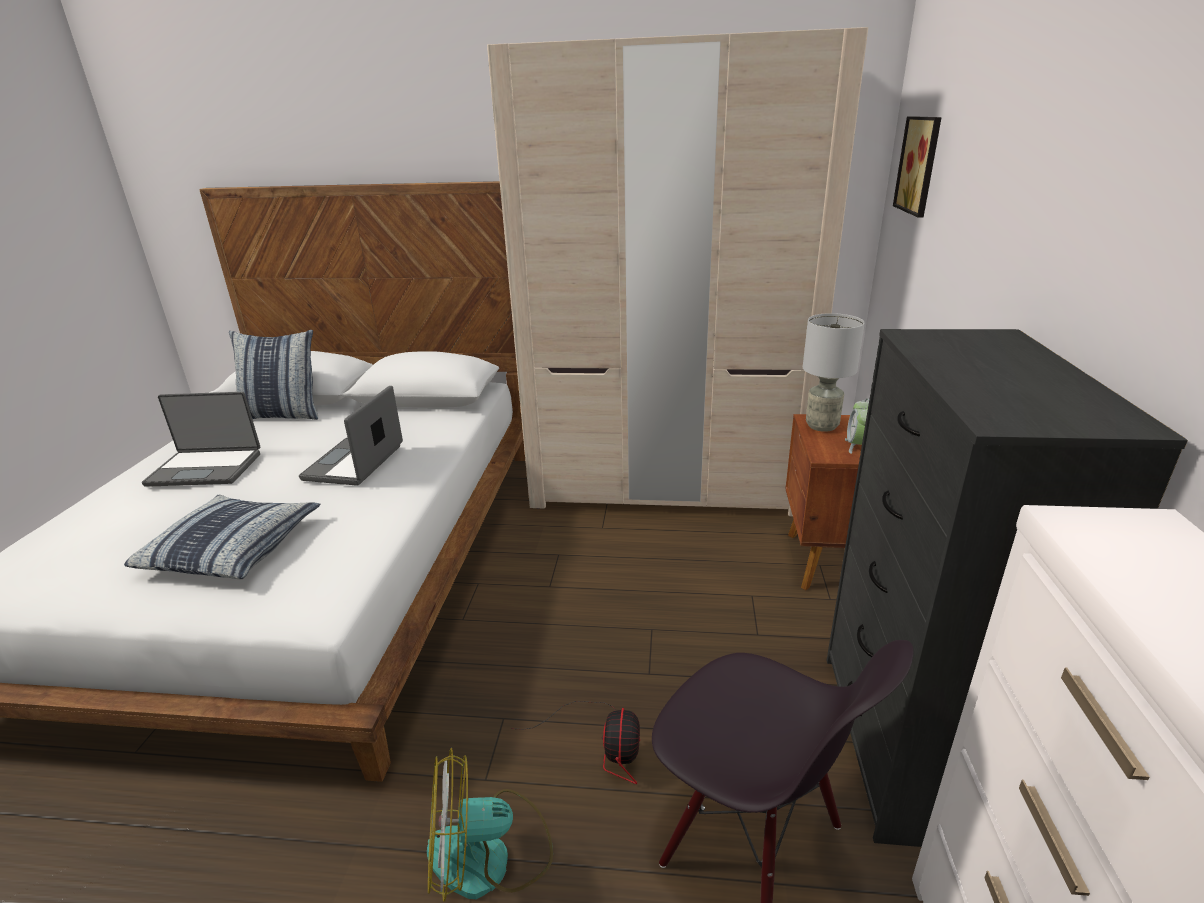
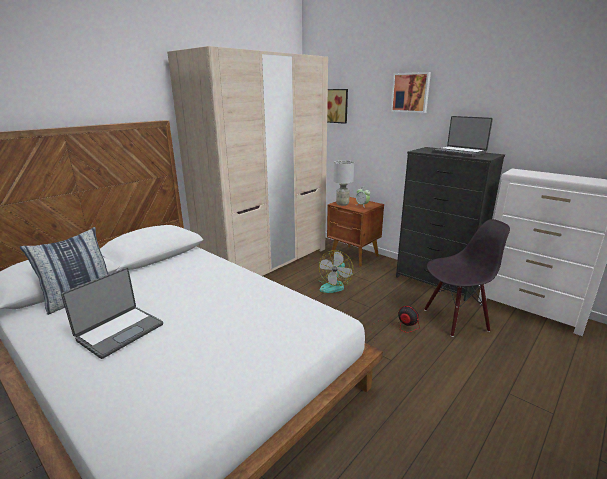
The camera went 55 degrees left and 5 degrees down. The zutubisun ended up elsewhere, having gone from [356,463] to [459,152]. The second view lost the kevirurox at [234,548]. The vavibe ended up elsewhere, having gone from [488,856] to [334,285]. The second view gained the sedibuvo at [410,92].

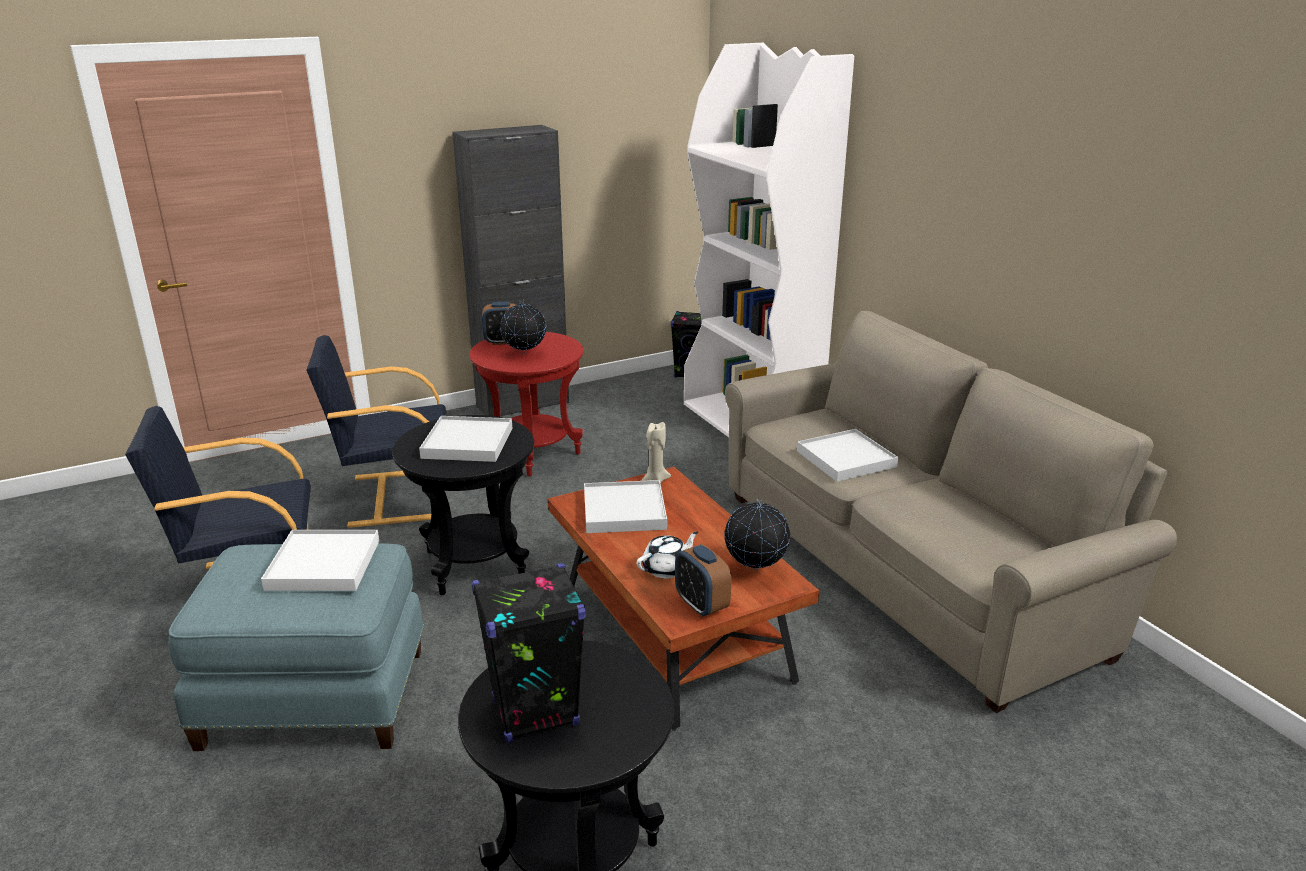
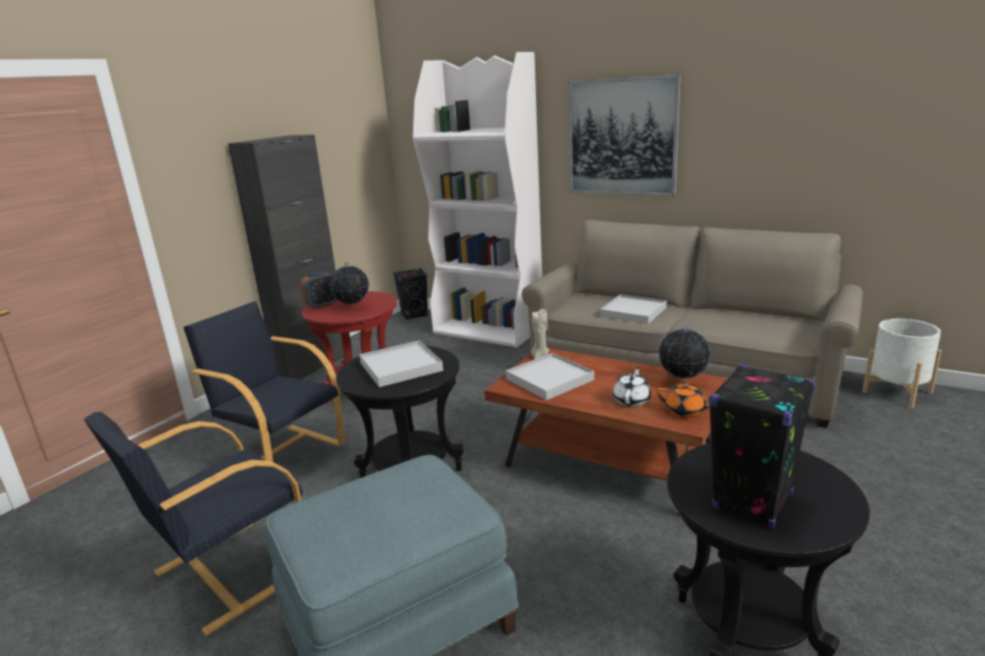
The camera went 30 degrees left and 5 degrees down. The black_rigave at [394,497] ended up facing another way, 75 degrees clockwise from before. The second view lost the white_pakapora at [323,565]. Where the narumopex stood at [701,605], the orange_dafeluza came to stand at [686,411]. The second view gained the sedibuvo at [622,137]. The second view gained the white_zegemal at [897,392].

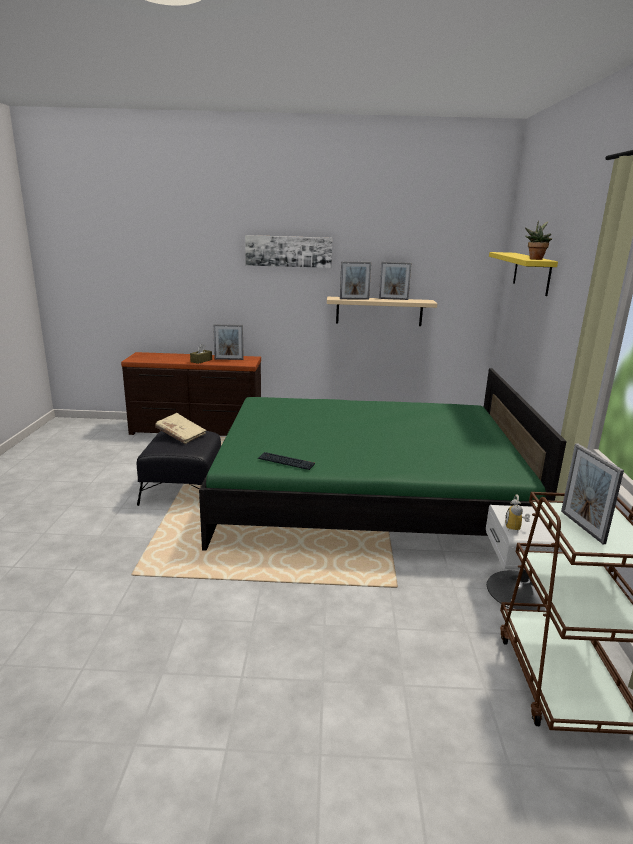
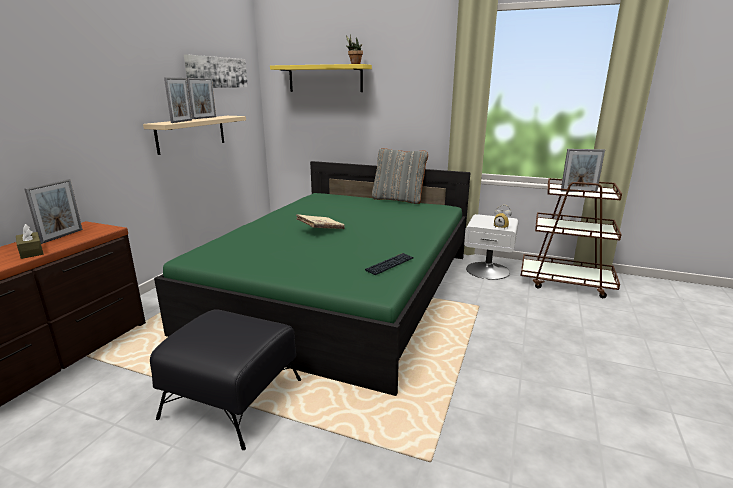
The camera went 70 degrees left and 0 degrees up. The sedibuvo ended up elsewhere, having gone from [288,251] to [217,72]. The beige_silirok ended up elsewhere, having gone from [181,435] to [320,229]. The second view gained the grey_kevirurox at [398,199].

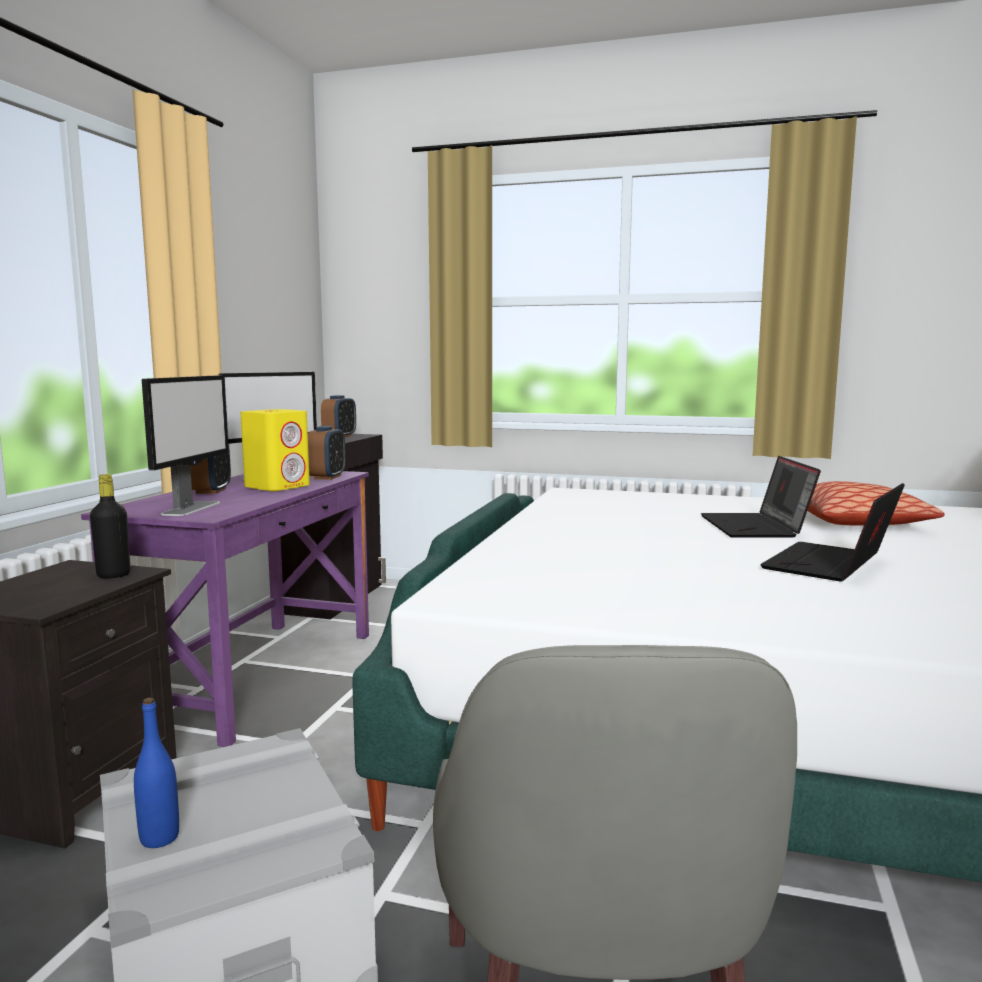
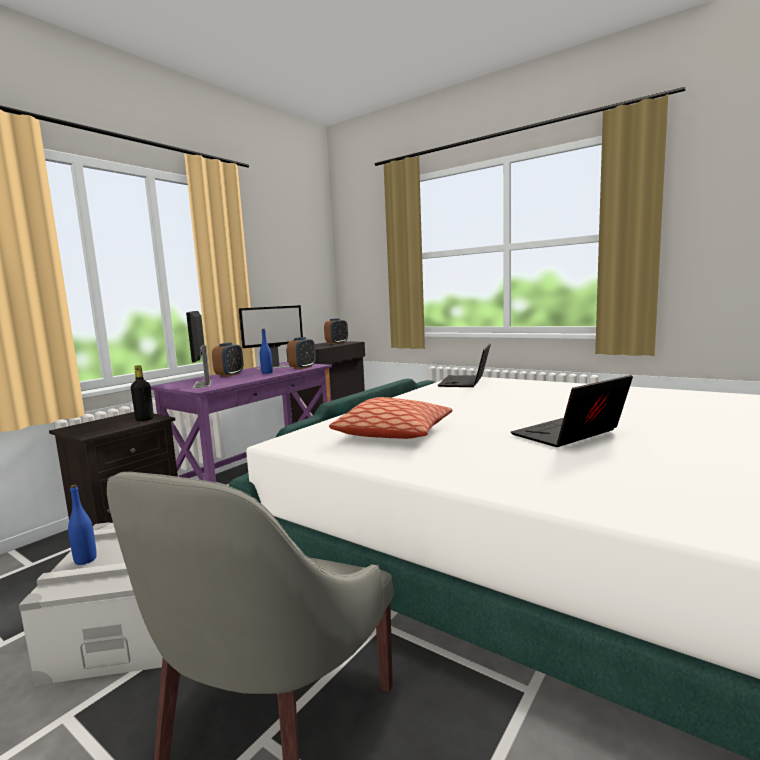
The camera went 20 degrees right and 0 degrees up. The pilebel at [191,508] ended up facing another way, 135 degrees clockwise from before. Where the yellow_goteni stood at [278,486], the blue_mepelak came to stand at [267,373]. The zutubisun ended up elsewhere, having gone from [756,527] to [465,382]. The kevirurox ended up elsewhere, having gone from [858,522] to [394,433].

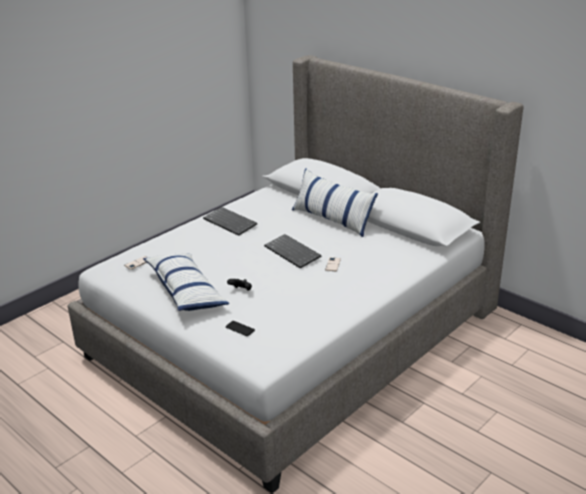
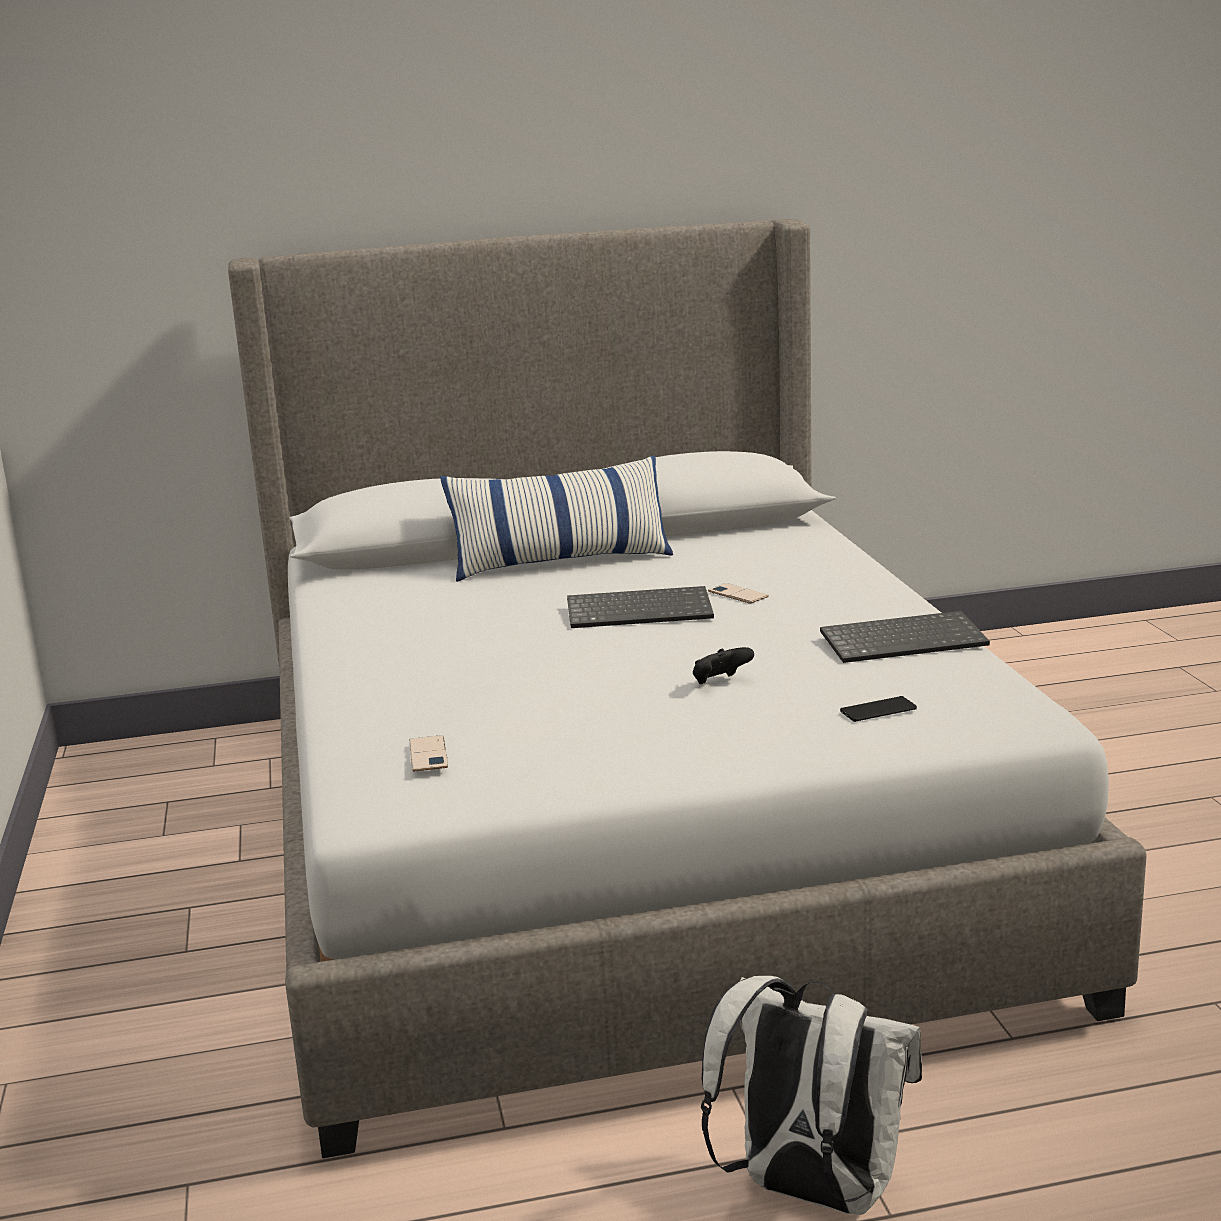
The camera went 55 degrees left and 10 degrees down. The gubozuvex ended up elsewhere, having gone from [231,222] to [904,640]. The second view lost the kevirurox at [186,291]. The second view gained the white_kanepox at [810,1191].

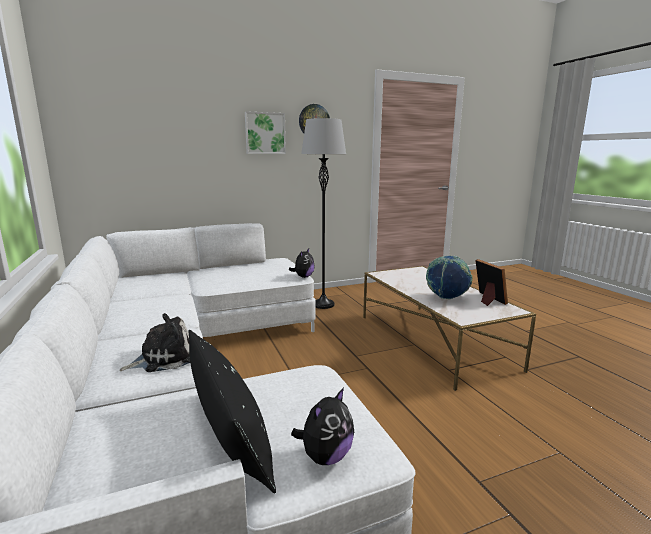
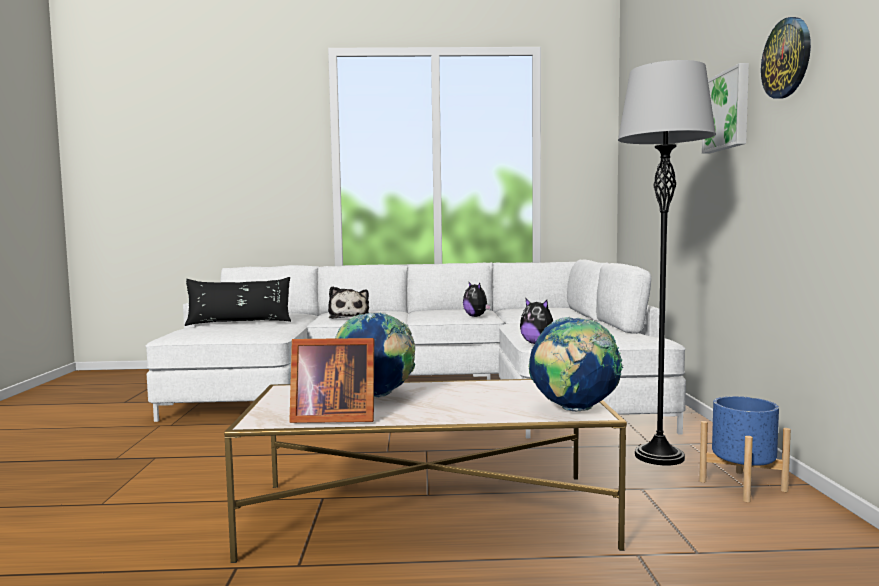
The camera went 110 degrees right and 10 degrees down. The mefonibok ended up elsewhere, having gone from [325,456] to [476,316]. The second view gained the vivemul at [573,410]. The second view gained the blue_zegemal at [742,485].

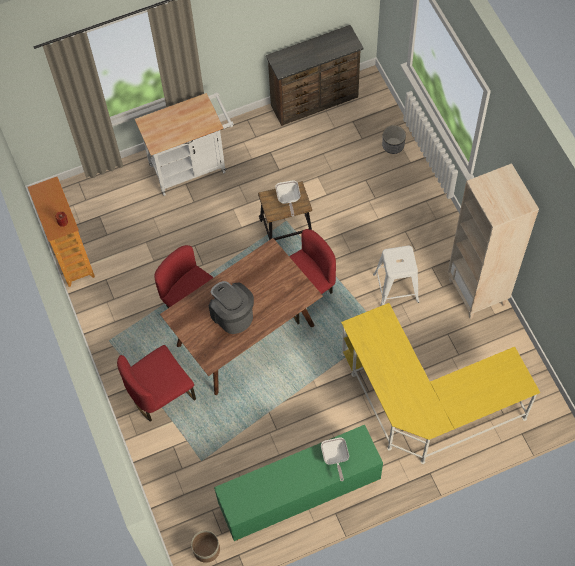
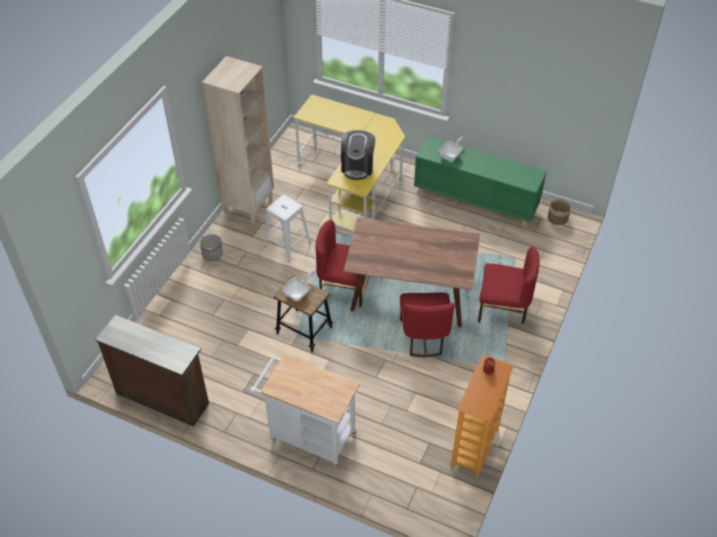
The camera went 135 degrees left and 15 degrees down. The zegemal ended up elsewhere, having gone from [393,145] to [212,254]. The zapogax ended up elsewhere, having gone from [232,315] to [357,167].

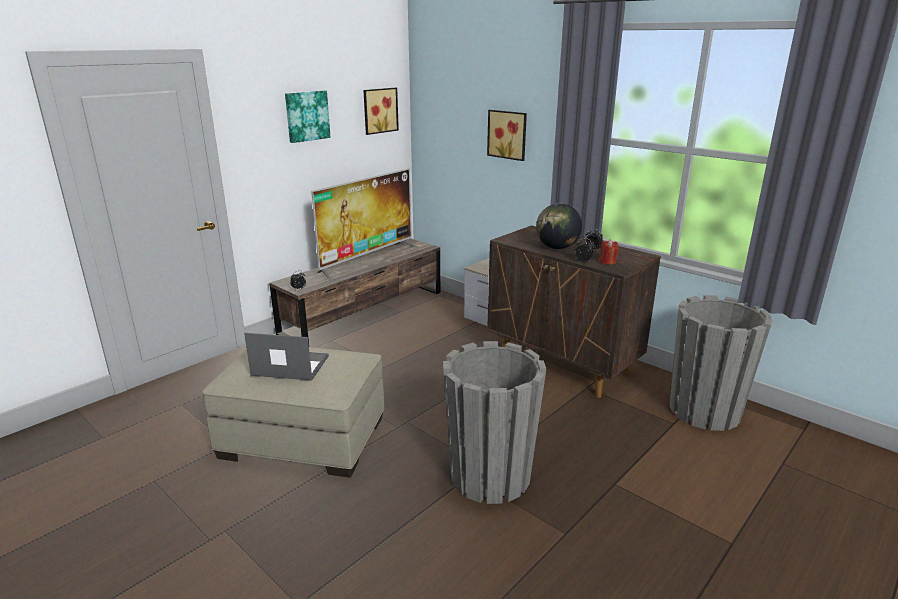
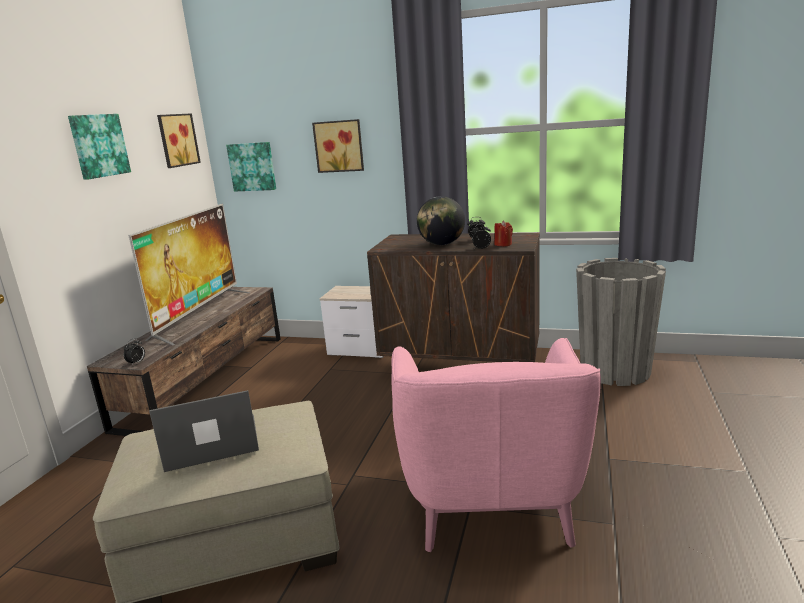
The camera went 25 degrees left and 5 degrees down. Where the grey_zegemal stood at [490,476], the pink_rigave came to stand at [490,497]. The second view gained the sedibuvo at [252,166].

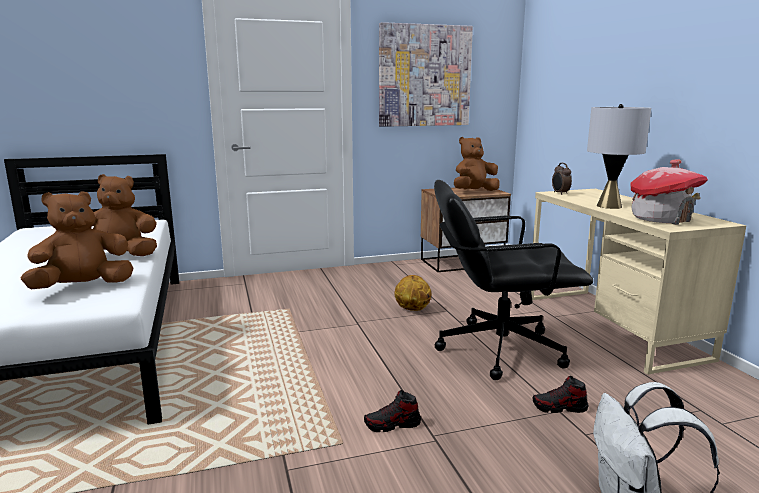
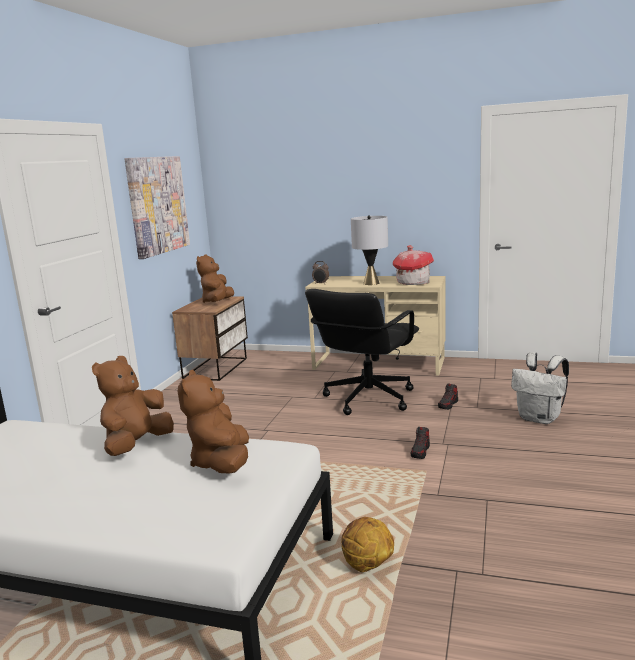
The camera went 55 degrees left and 0 degrees up. The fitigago ended up elsewhere, having gone from [412,309] to [367,566].

